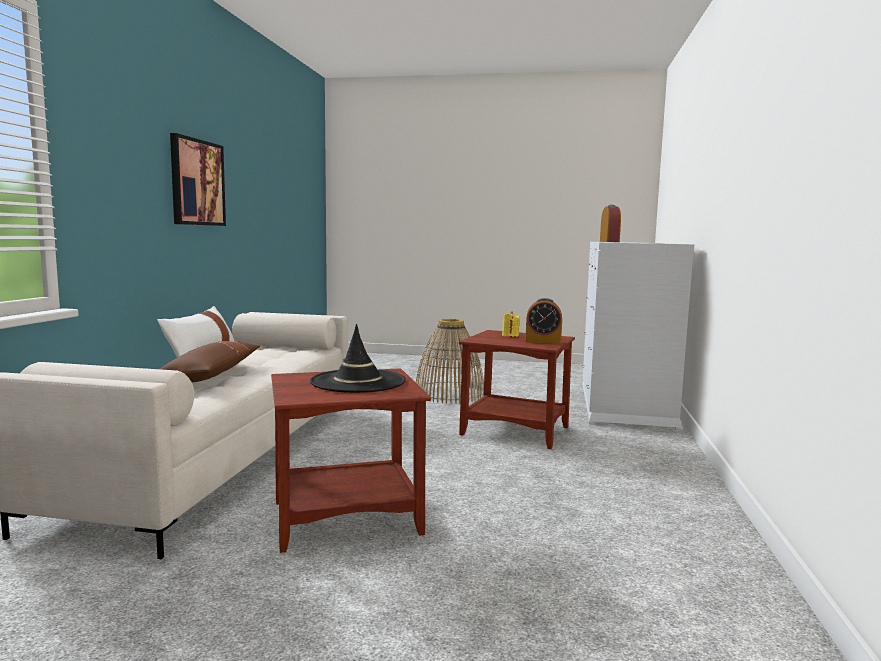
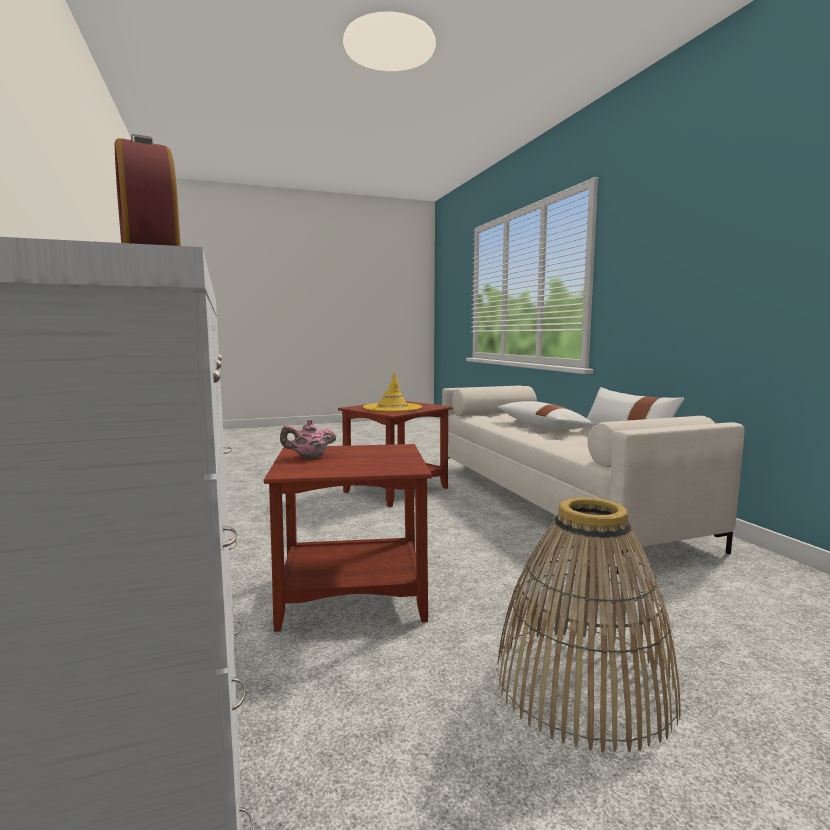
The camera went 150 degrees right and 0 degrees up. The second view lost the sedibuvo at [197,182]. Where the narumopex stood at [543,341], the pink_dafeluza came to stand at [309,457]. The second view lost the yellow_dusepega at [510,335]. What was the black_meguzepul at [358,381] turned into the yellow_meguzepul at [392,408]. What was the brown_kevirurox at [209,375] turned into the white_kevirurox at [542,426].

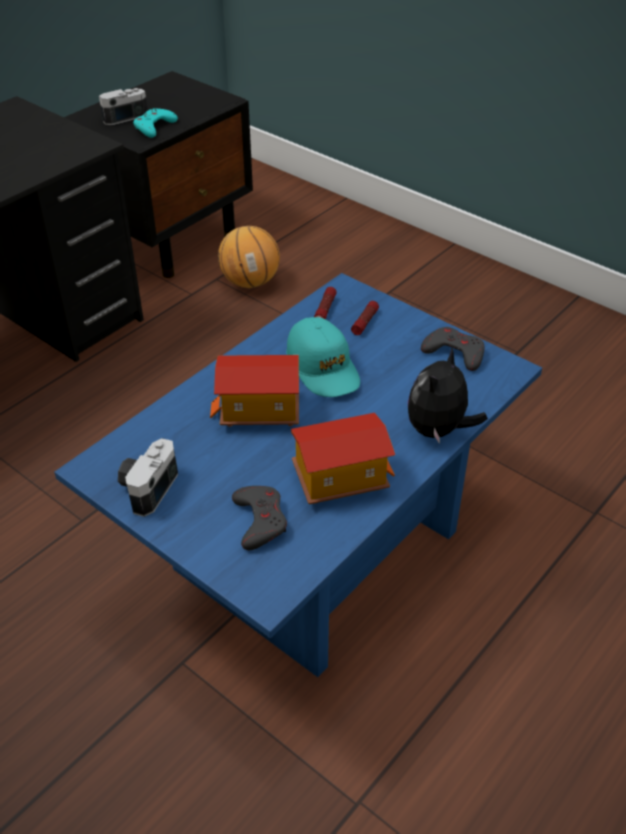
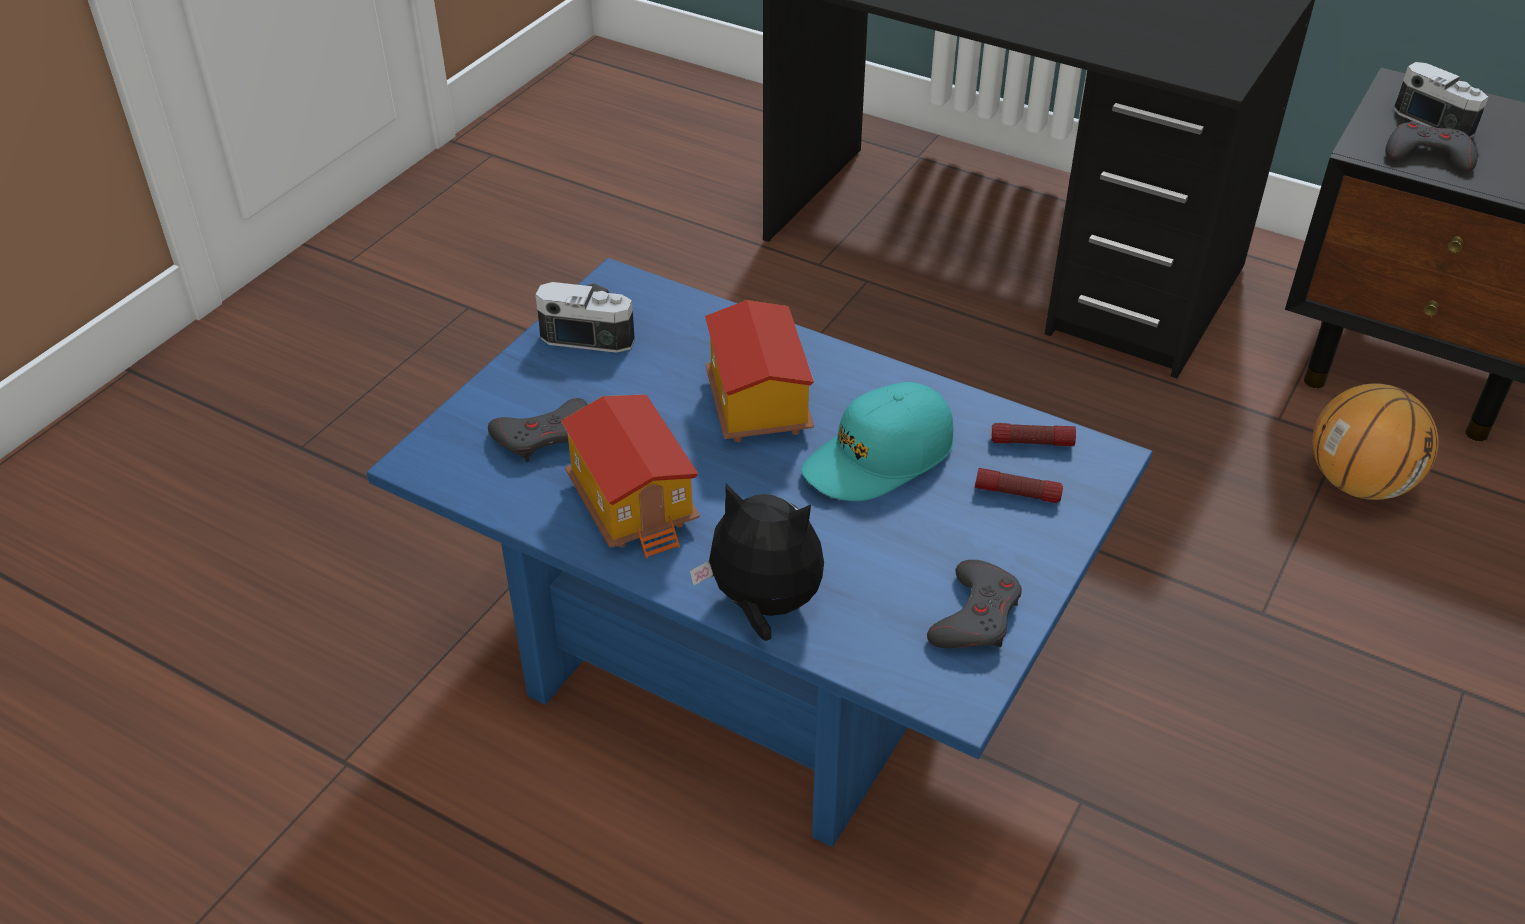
The camera went 80 degrees right and 0 degrees up. What was the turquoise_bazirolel at [154,127] turned into the grey_bazirolel at [1428,154].

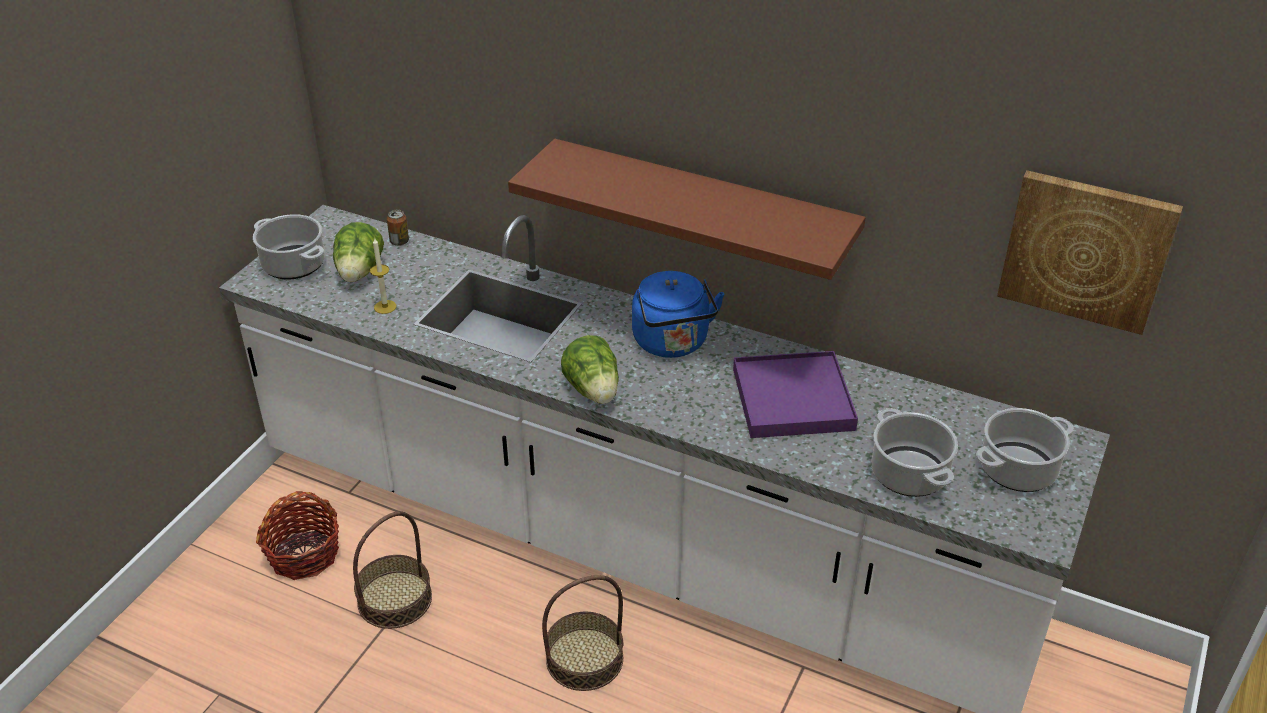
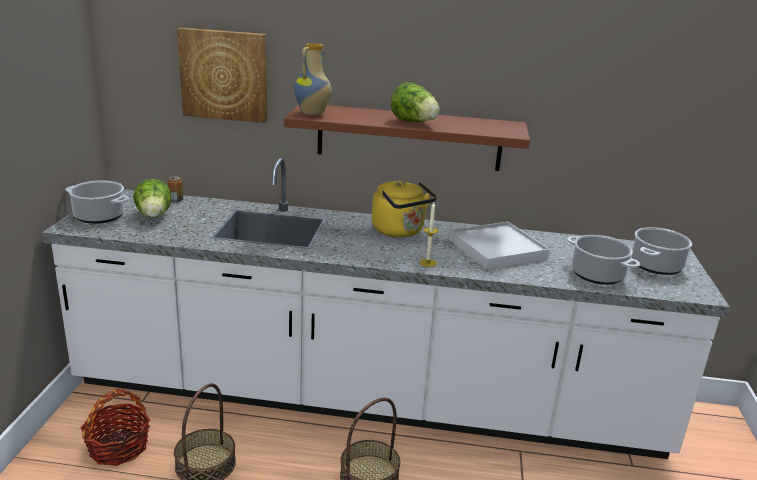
The camera went 20 degrees left and 15 degrees down. The sedibuvo ended up elsewhere, having gone from [1086,250] to [224,75]. The dusepega ended up elsewhere, having gone from [385,307] to [428,263]. What was the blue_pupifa at [673,343] turned into the yellow_pupifa at [400,231]. The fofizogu ended up elsewhere, having gone from [594,391] to [414,122]. What was the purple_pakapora at [793,399] turned into the white_pakapora at [497,249]. The second view gained the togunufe at [313,114].

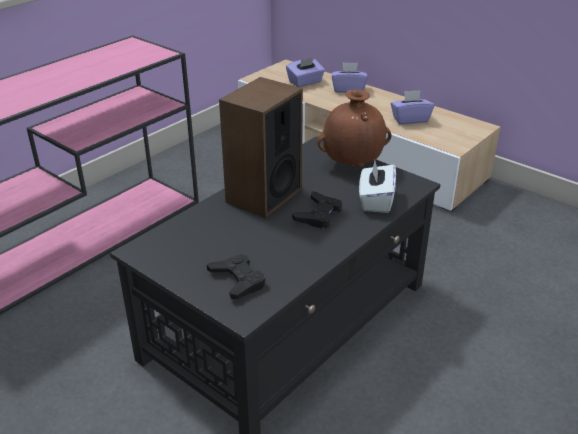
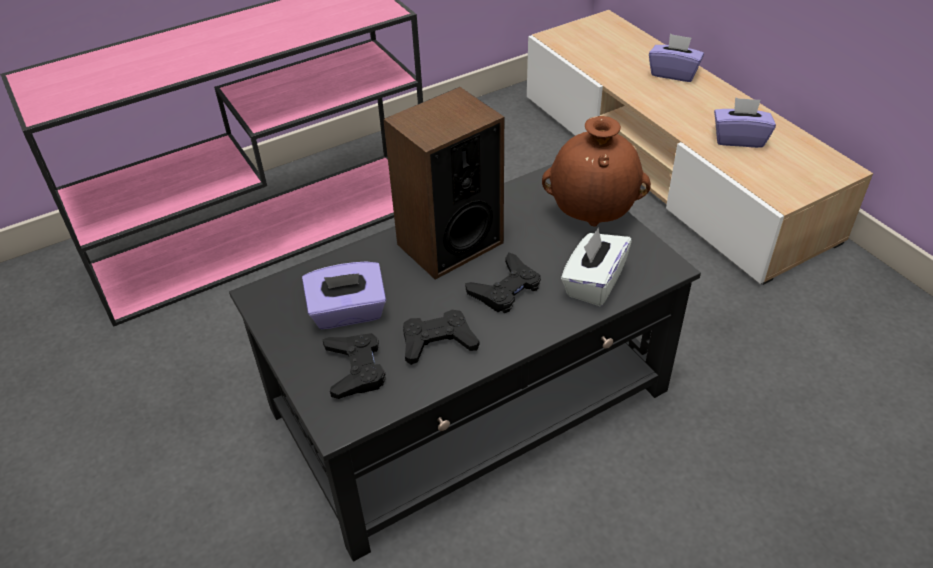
The camera went 20 degrees right and 10 degrees up. The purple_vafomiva ended up elsewhere, having gone from [305,82] to [348,313]. The second view gained the black_bazirolel at [438,342].

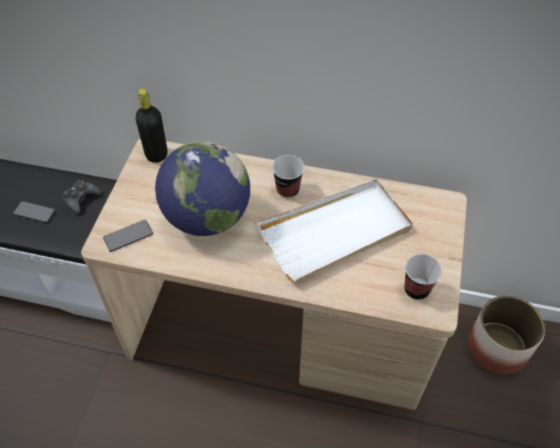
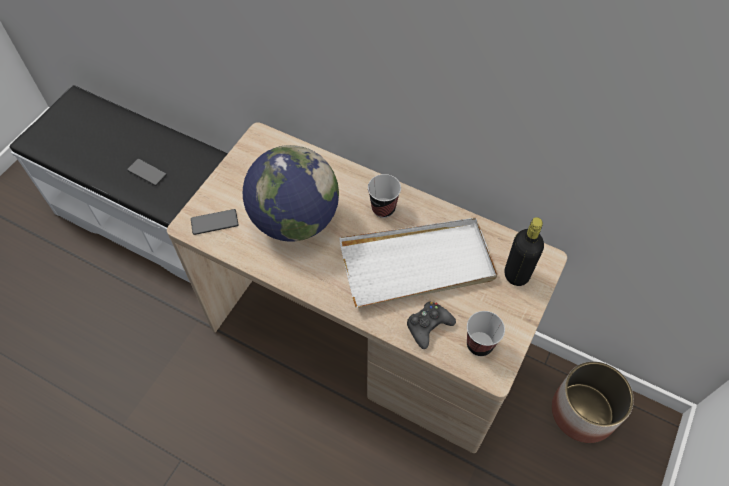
The camera went 15 degrees right and 5 degrees up. The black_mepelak ended up elsewhere, having gone from [156,154] to [516,274]. The black_bazirolel ended up elsewhere, having gone from [81,199] to [428,326].

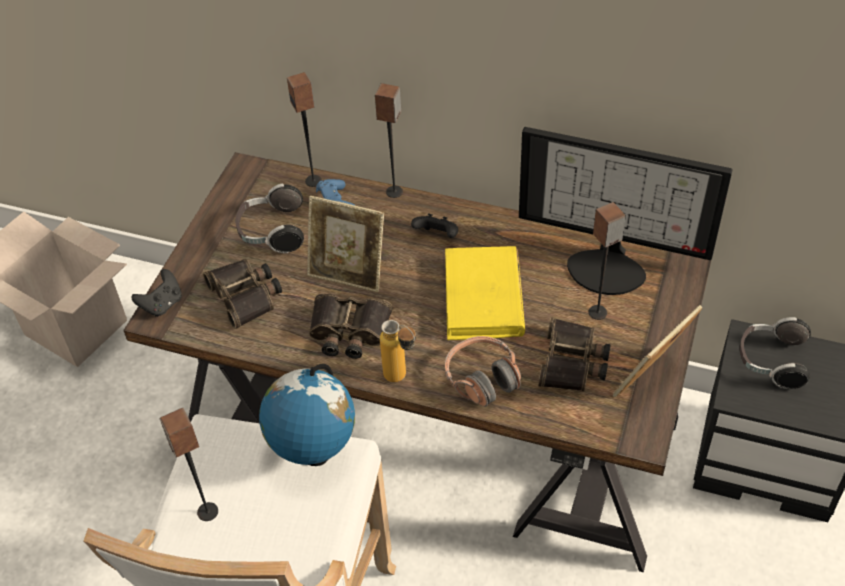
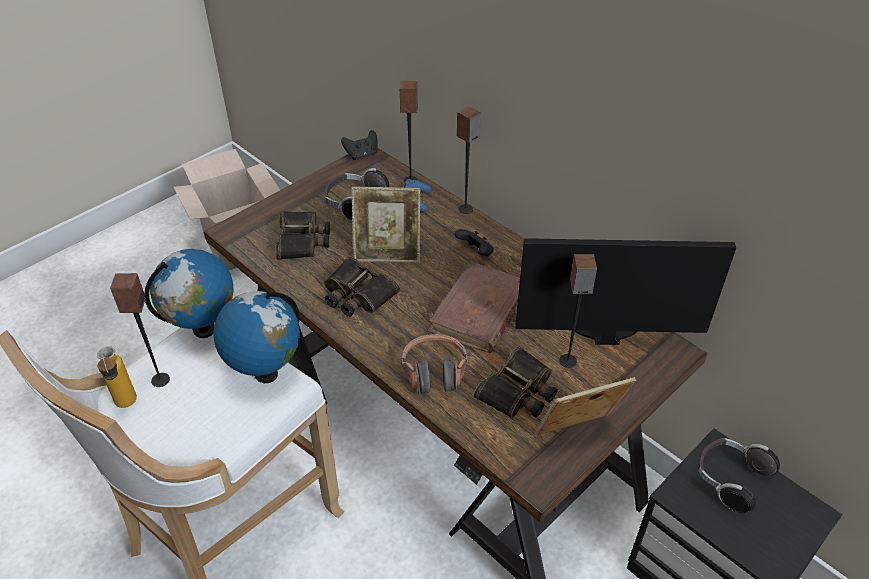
The camera went 25 degrees right and 5 degrees down. The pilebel at [609,265] ended up facing another way, 135 degrees clockwise from before. The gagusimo at [348,273] ended up facing another way, 45 degrees counterclockwise from before. What was the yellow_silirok at [483,297] turned into the brown_silirok at [479,311]. The black_bazirolel ended up elsewhere, having gone from [162,304] to [362,155]. The mepelak ended up elsewhere, having gone from [401,379] to [127,407]. The second view gained the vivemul at [203,329].

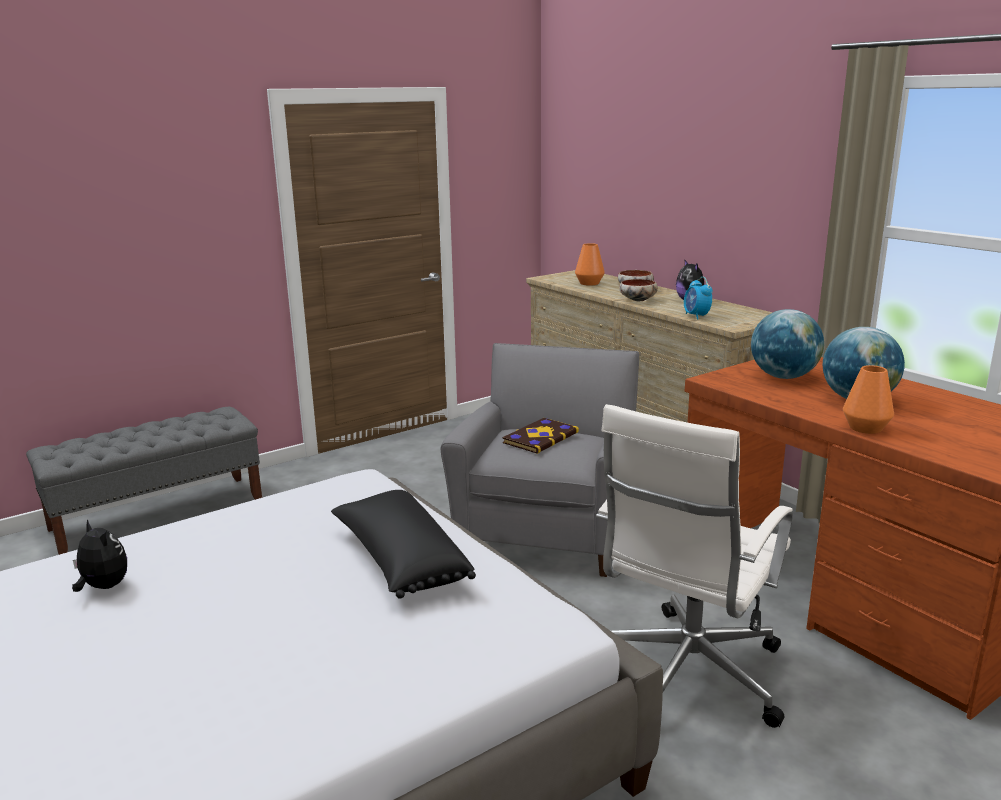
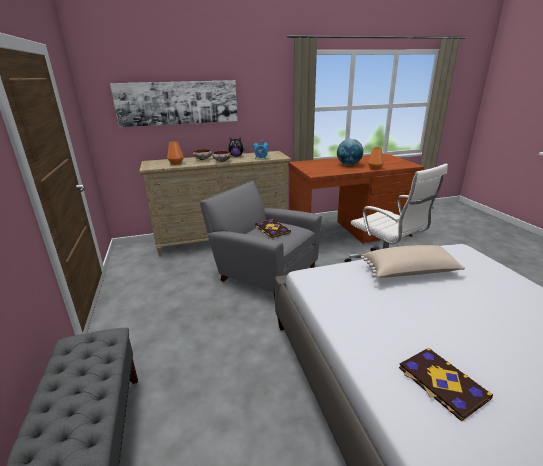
The camera went 70 degrees left and 5 degrees up. The second view lost the vivemul at [783,377]. What was the black_kevirurox at [399,561] turned into the beige_kevirurox at [409,273]. Where the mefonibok stood at [103,587], the silirok came to stand at [441,383]. The second view gained the sedibuvo at [177,103].

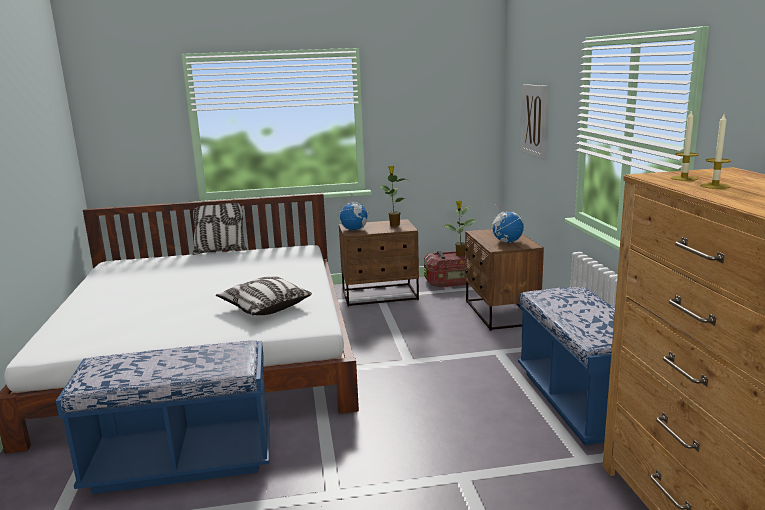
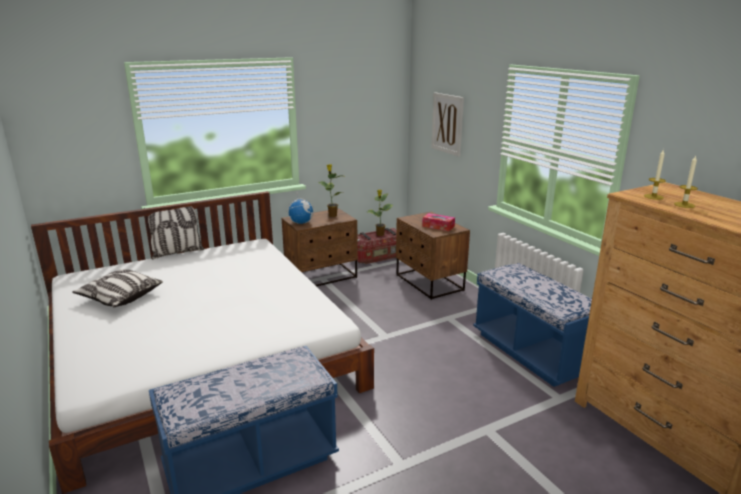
The camera went 20 degrees left and 5 degrees up. Where the vivemul stood at [507,242], the vafomiva came to stand at [438,226]. The kevirurox ended up elsewhere, having gone from [264,307] to [120,297].

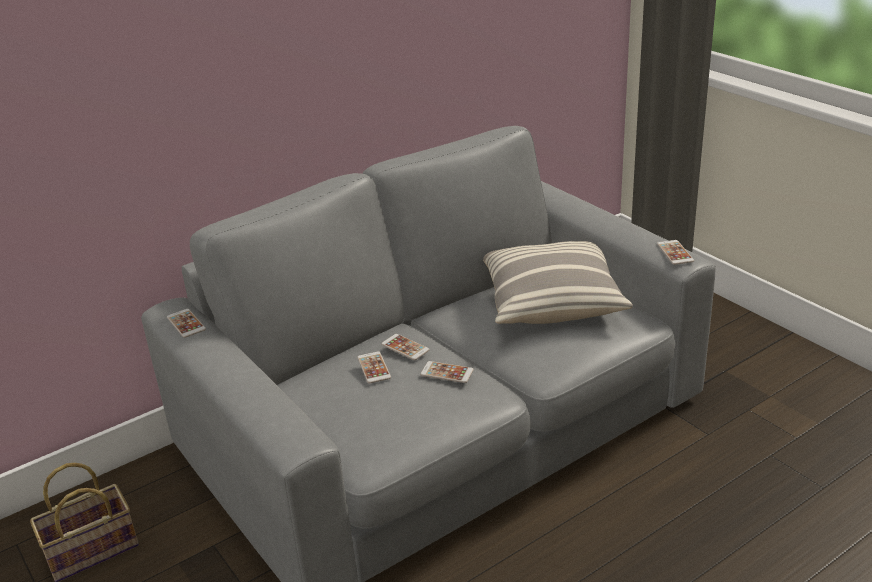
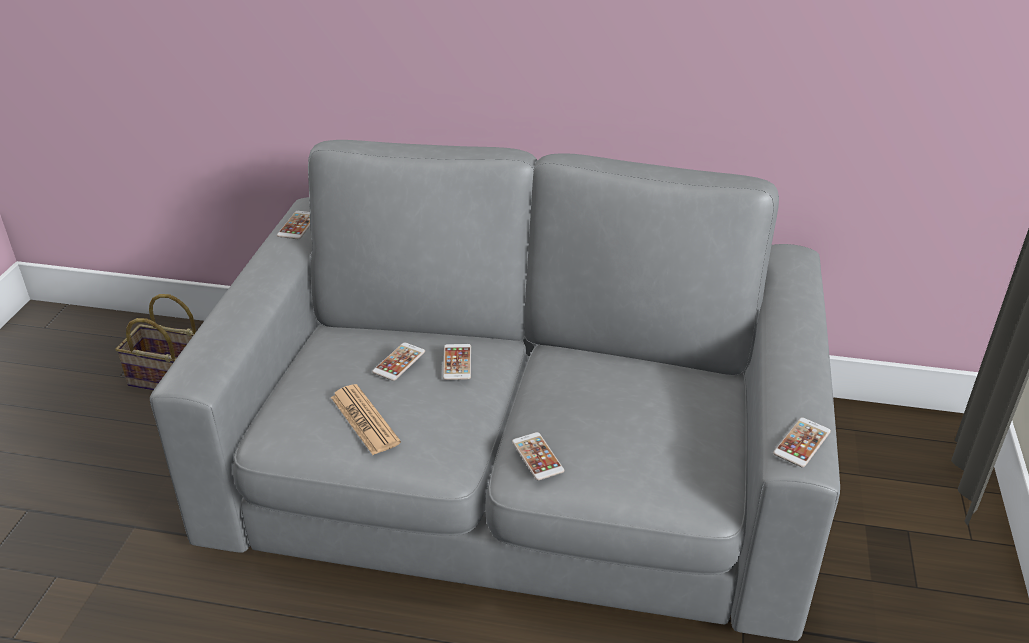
The camera went 45 degrees right and 5 degrees up. The second view lost the kevirurox at [550,301]. The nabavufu ended up elsewhere, having gone from [447,372] to [537,456]. The second view gained the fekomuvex at [364,420].

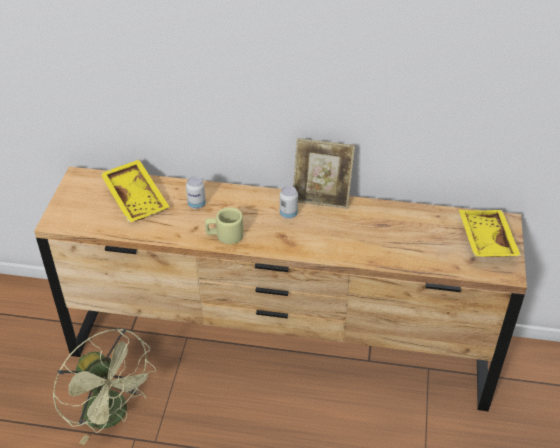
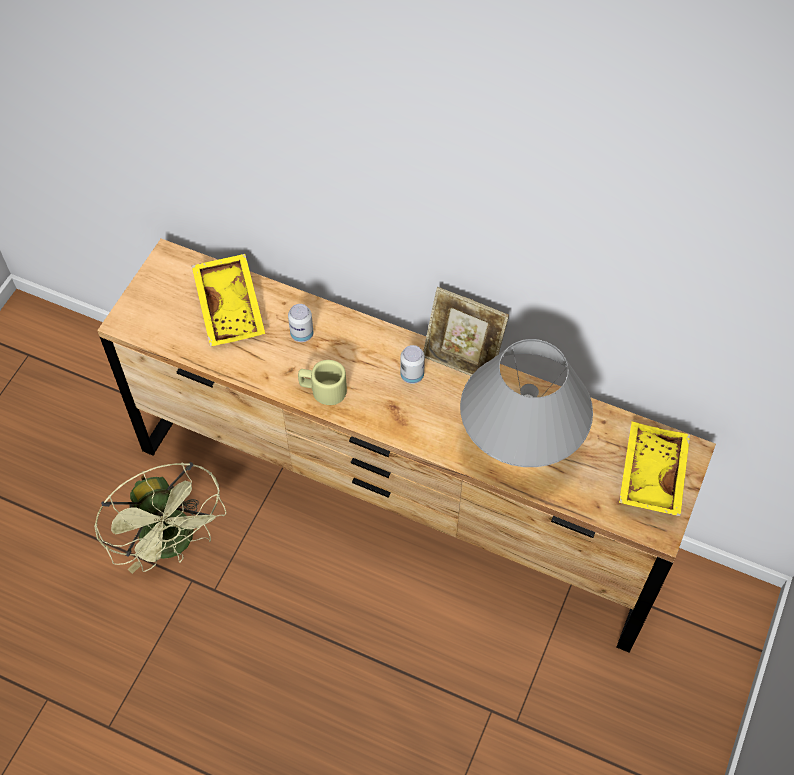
The camera went 15 degrees right and 15 degrees up. The second view gained the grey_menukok at [520,443].

